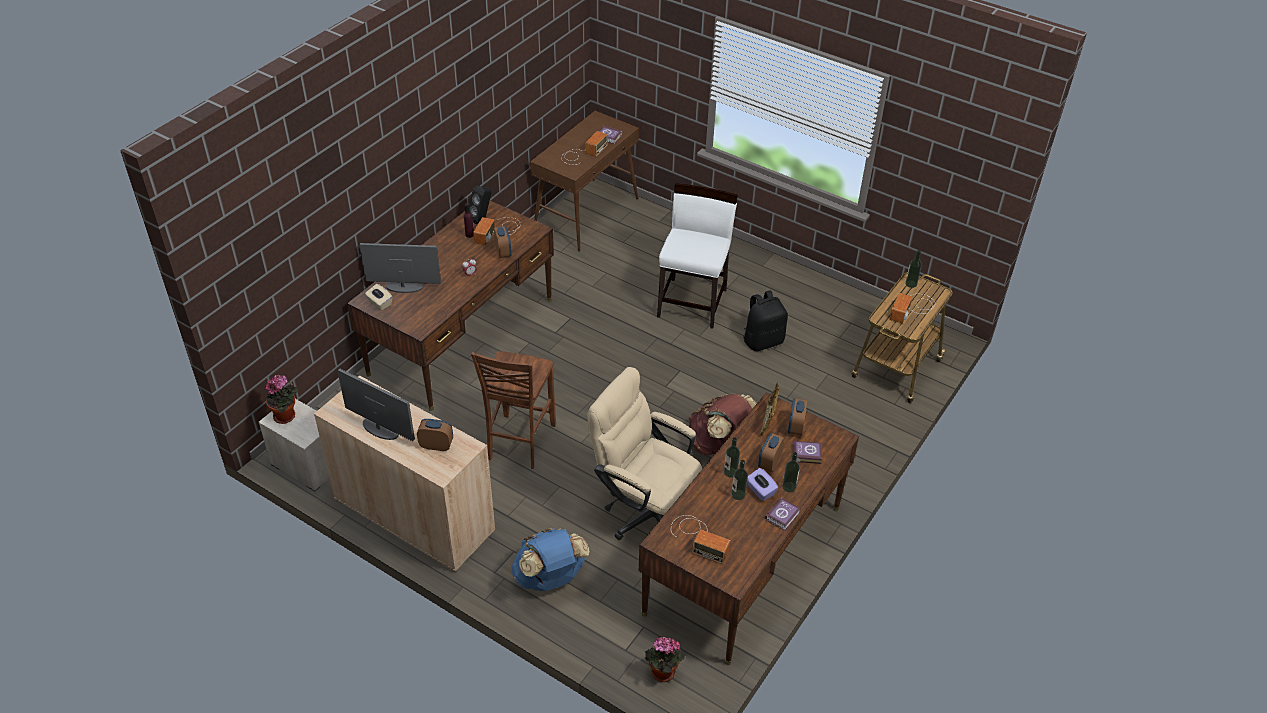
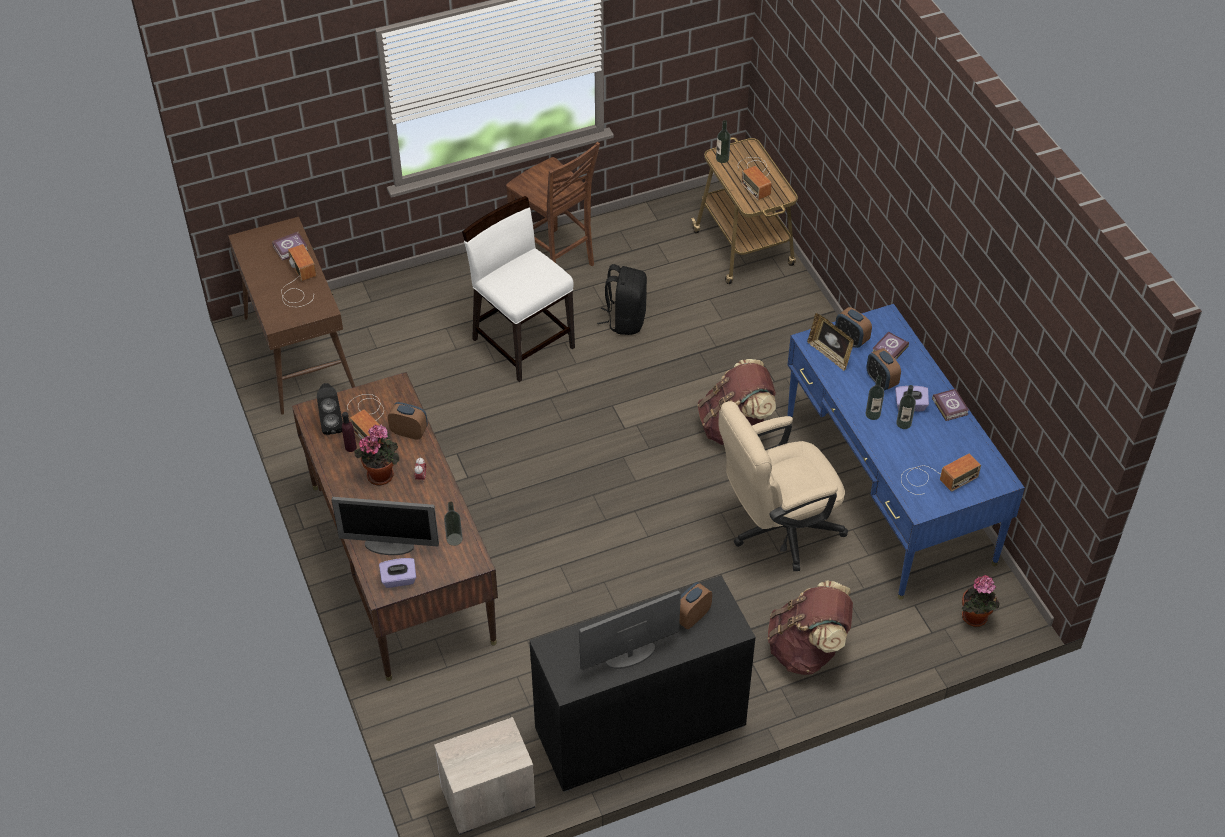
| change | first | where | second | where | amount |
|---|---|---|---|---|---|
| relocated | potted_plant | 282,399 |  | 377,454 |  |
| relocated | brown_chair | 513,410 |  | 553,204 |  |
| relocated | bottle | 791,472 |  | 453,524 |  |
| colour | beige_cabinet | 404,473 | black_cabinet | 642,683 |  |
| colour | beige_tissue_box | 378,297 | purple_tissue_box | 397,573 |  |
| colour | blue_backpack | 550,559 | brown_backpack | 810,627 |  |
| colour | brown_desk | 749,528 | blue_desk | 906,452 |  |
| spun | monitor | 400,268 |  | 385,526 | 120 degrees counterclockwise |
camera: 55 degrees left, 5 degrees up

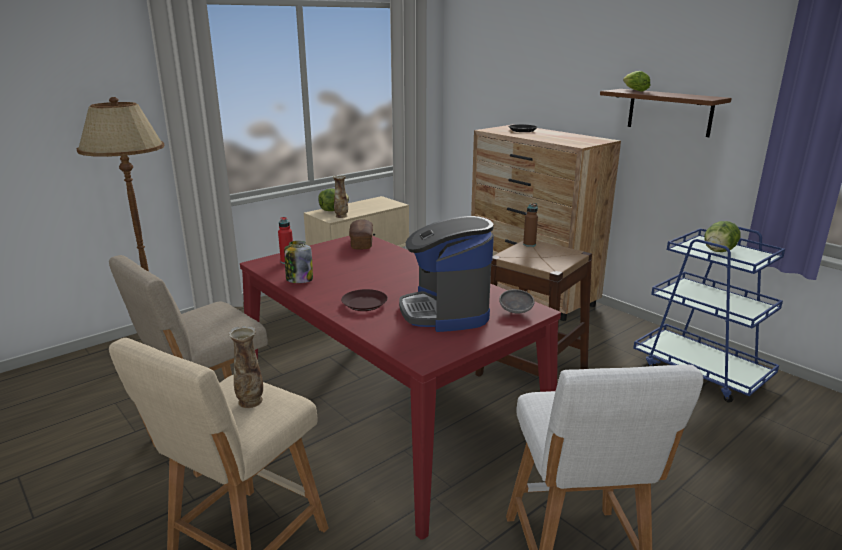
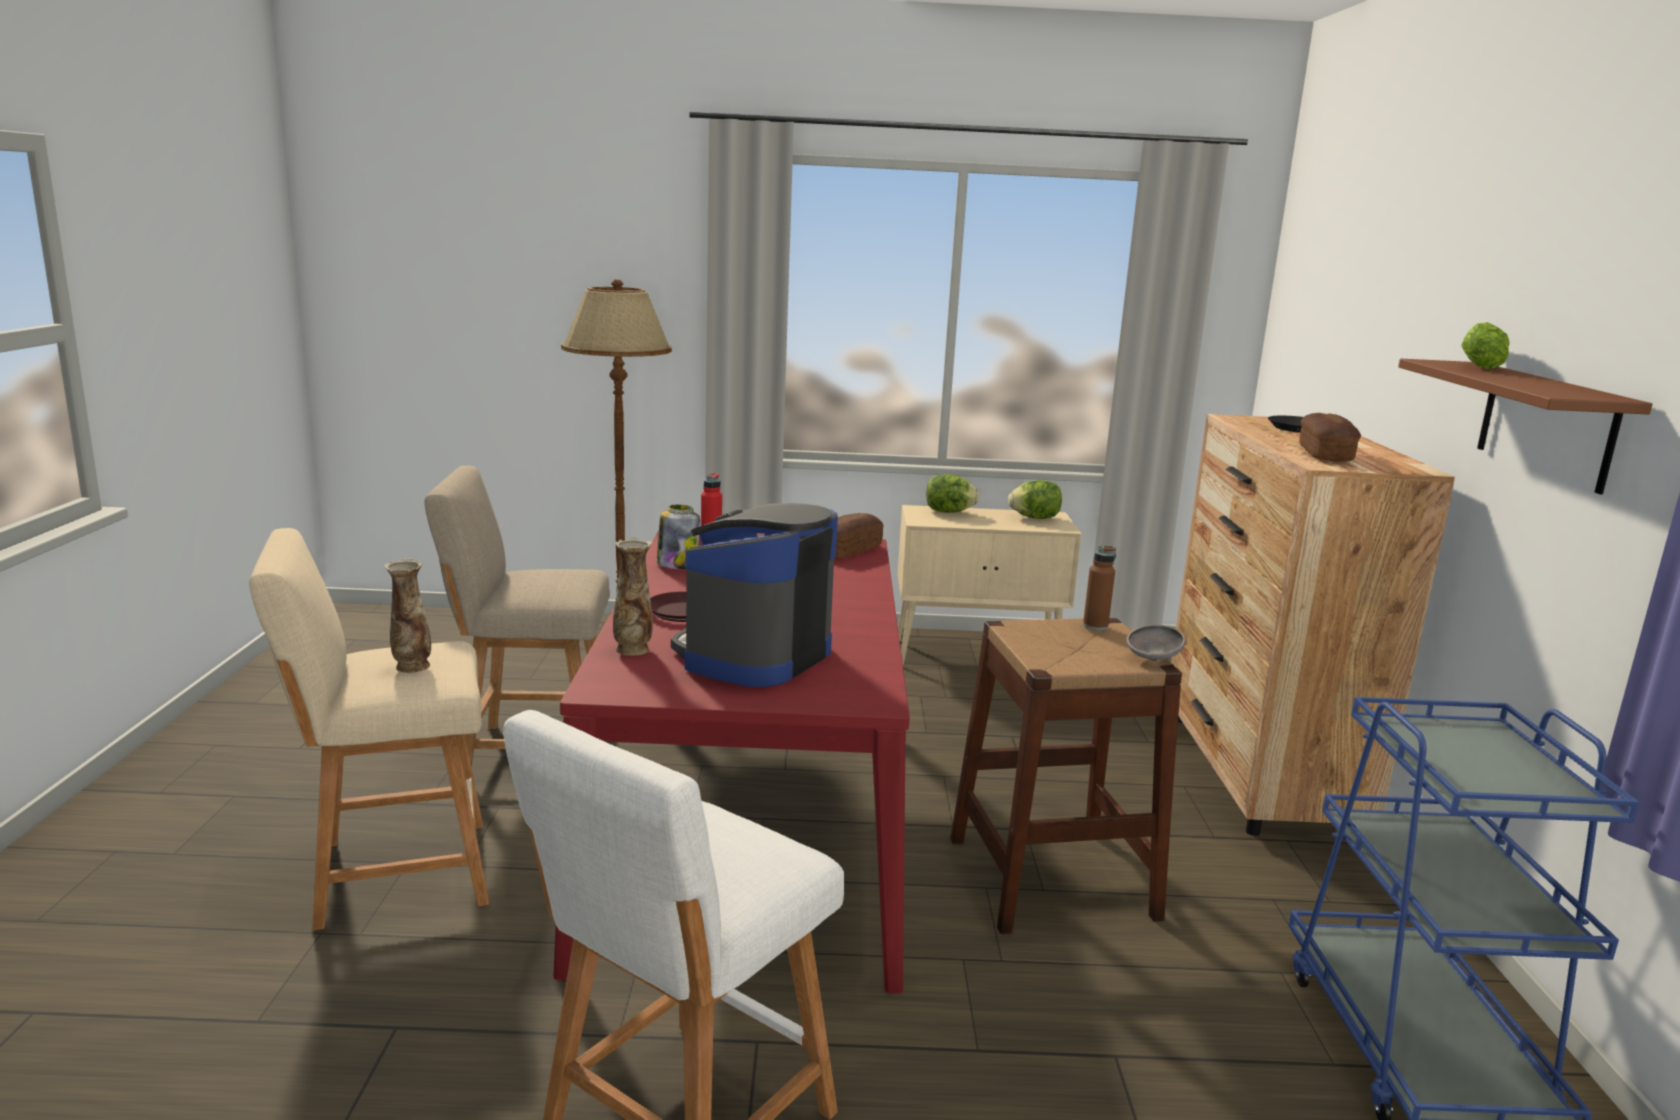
| change | first | where | second | where | amount |
|---|---|---|---|---|---|
| appeared |  |  | bread | 1330,437 |  |
| relocated | vase | 340,196 |  | 633,596 |  |
| relocated | grey_bowl | 517,301 |  | 1156,643 |  |
| relocated | lettuce | 722,236 |  | 1035,499 |  |
camera: 40 degrees right, 5 degrees down

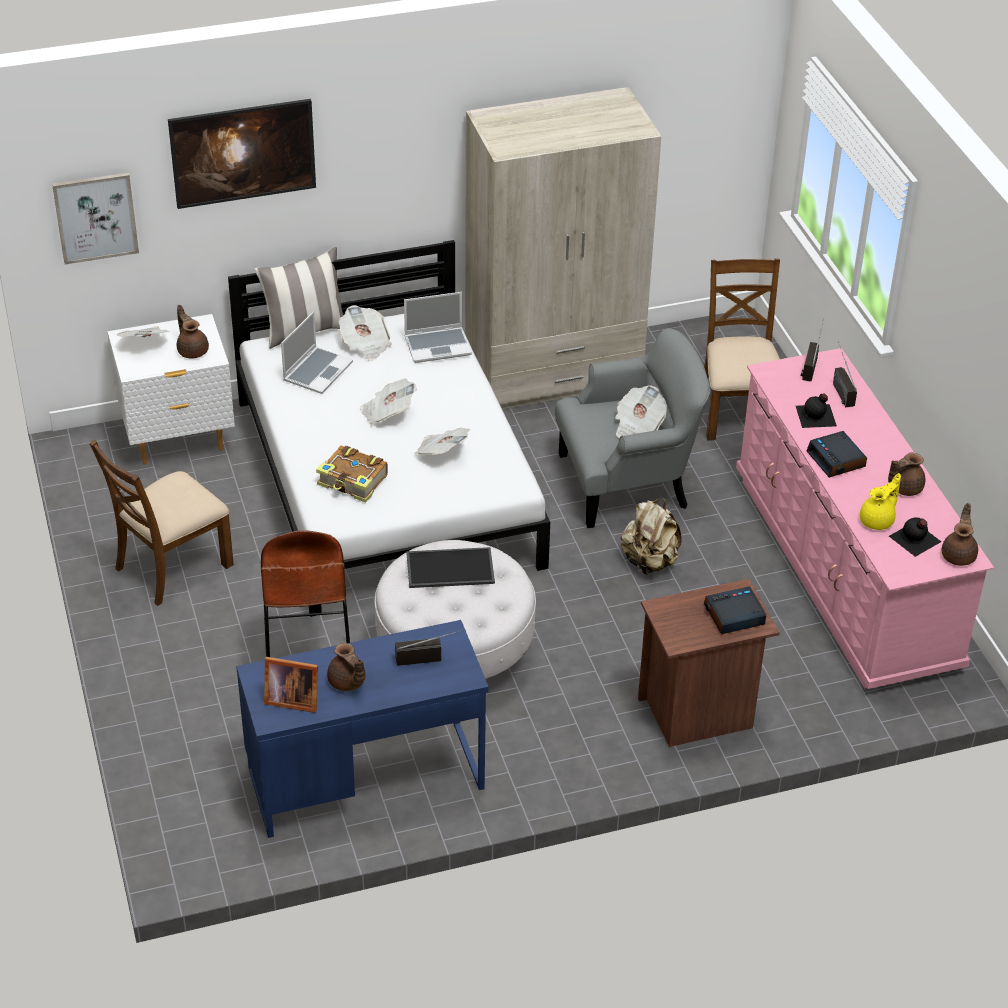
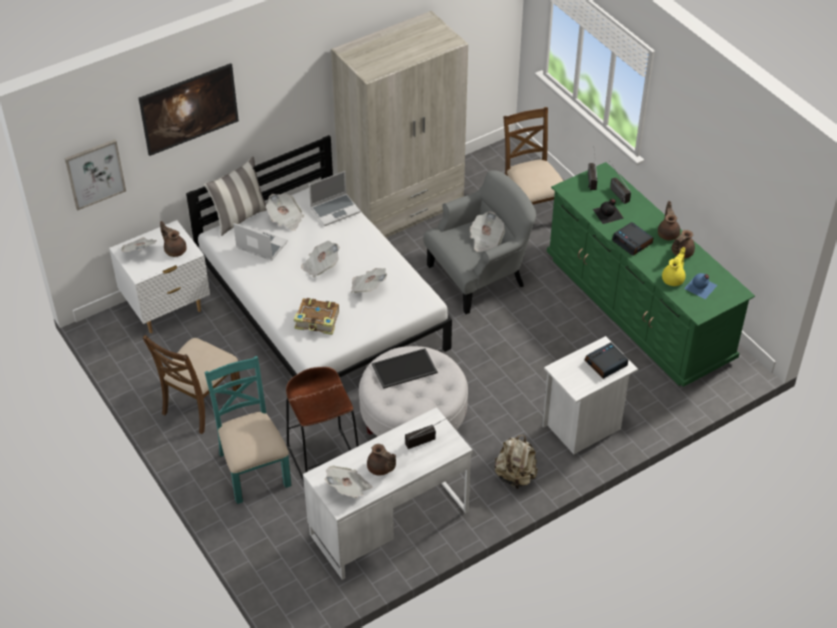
| change | first | where | second | where | amount |
|---|---|---|---|---|---|
| appeared |  |  | turquoise_chair | 248,430 |  |
| relocated | beige_backpack | 651,536 |  | 516,462 |  |
| relocated | brown_teapot | 960,534 |  | 669,221 |  |
| exchanged | picture_frame | 291,685 | newspaper | 348,482 |  |
| colour | blue_desk | 362,729 | white_desk | 388,493 |  |
| colour | brown_nightstand | 709,663 | white_nightstand | 590,395 |  |
| colour | pink_dresser | 865,518 | green_dresser | 651,274 |  |
| colour | black_bottle | 915,537 | blue_bottle | 700,286 |  |
| spun | laptop | 317,352 |  | 260,242 | 75 degrees counterclockwise |
camera: 15 degrees left, 5 degrees up

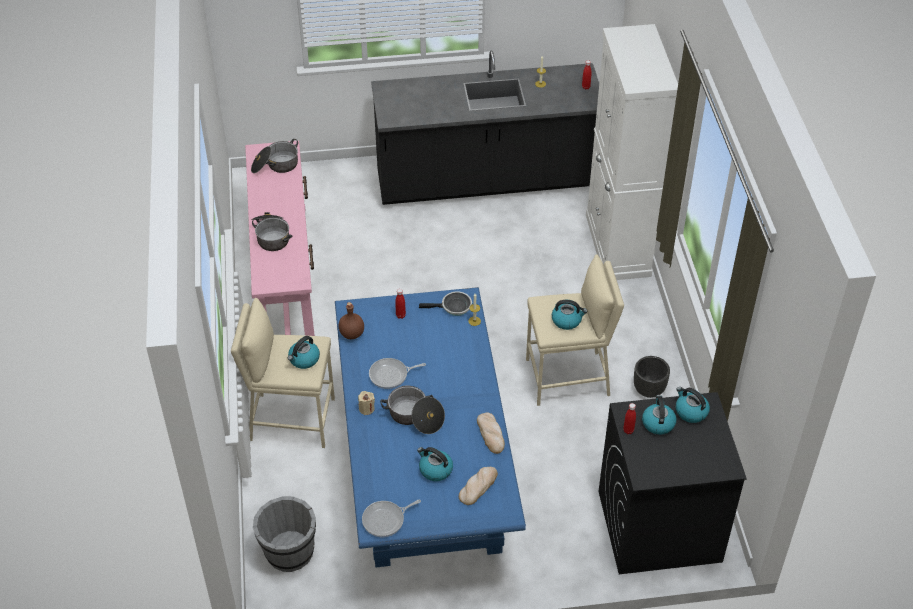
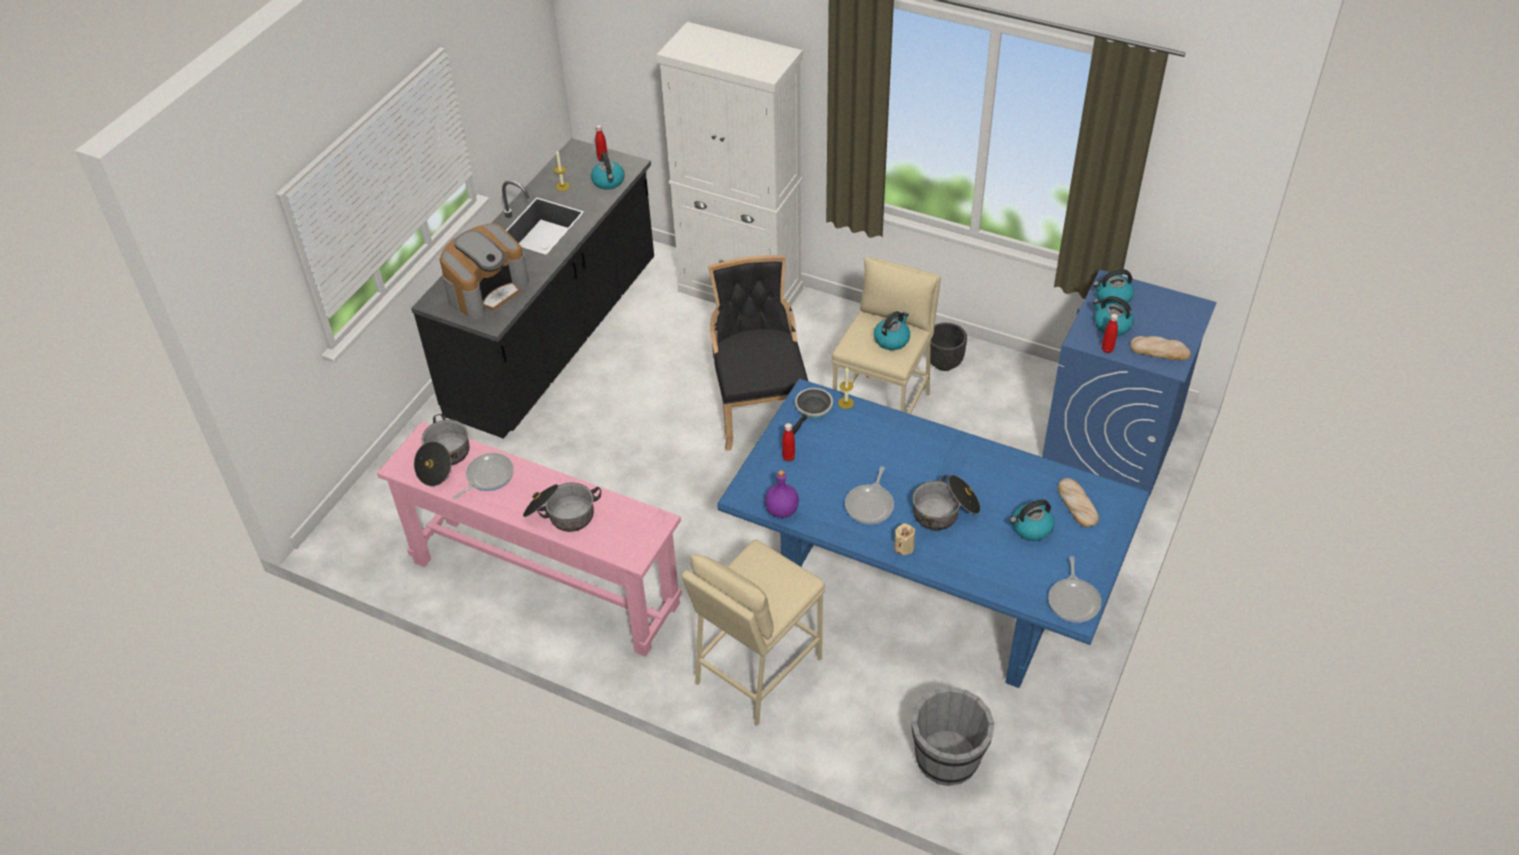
| change | first | where | second | where | amount |
|---|---|---|---|---|---|
| appeared |  |  | coffee_machine | 484,271 |  |
| appeared |  |  | frying_pan | 483,476 |  |
| appeared |  |  | black_chair | 758,353 |  |
| relocated | kettle | 304,352 |  | 608,171 |  |
| relocated | bread | 491,433 |  | 1160,348 |  |
| colour | brown_bottle | 351,320 | purple_bottle | 782,494 |  |
| colour | black_washing_machine | 673,483 | blue_washing_machine | 1129,383 |  |
camera: 55 degrees left, 0 degrees up

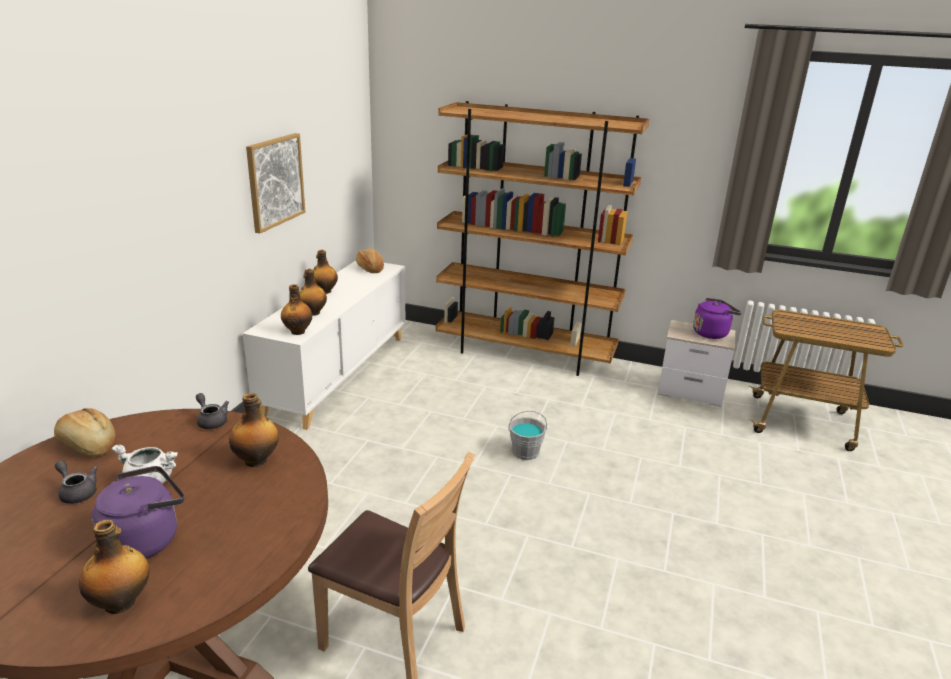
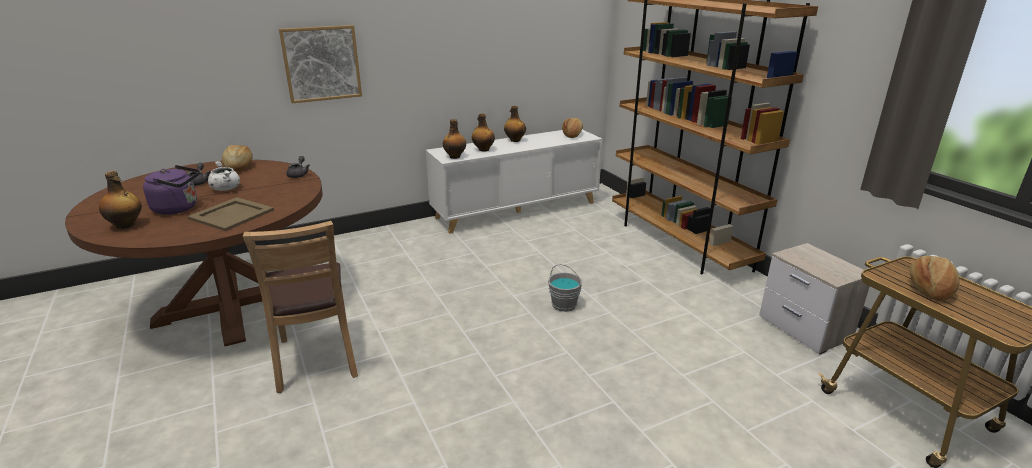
| change | first | where | second | where | amount |
|---|---|---|---|---|---|
| missing | bottle | 254,430 |  |  |  |
| missing | purple_kettle | 717,318 |  |  |  |
| appeared |  |  | beige_tray | 230,214 |  |
| appeared |  |  | bread | 935,278 |  |
| relocated | picture | 275,183 |  | 320,64 |  |
camera: 45 degrees right, 0 degrees up

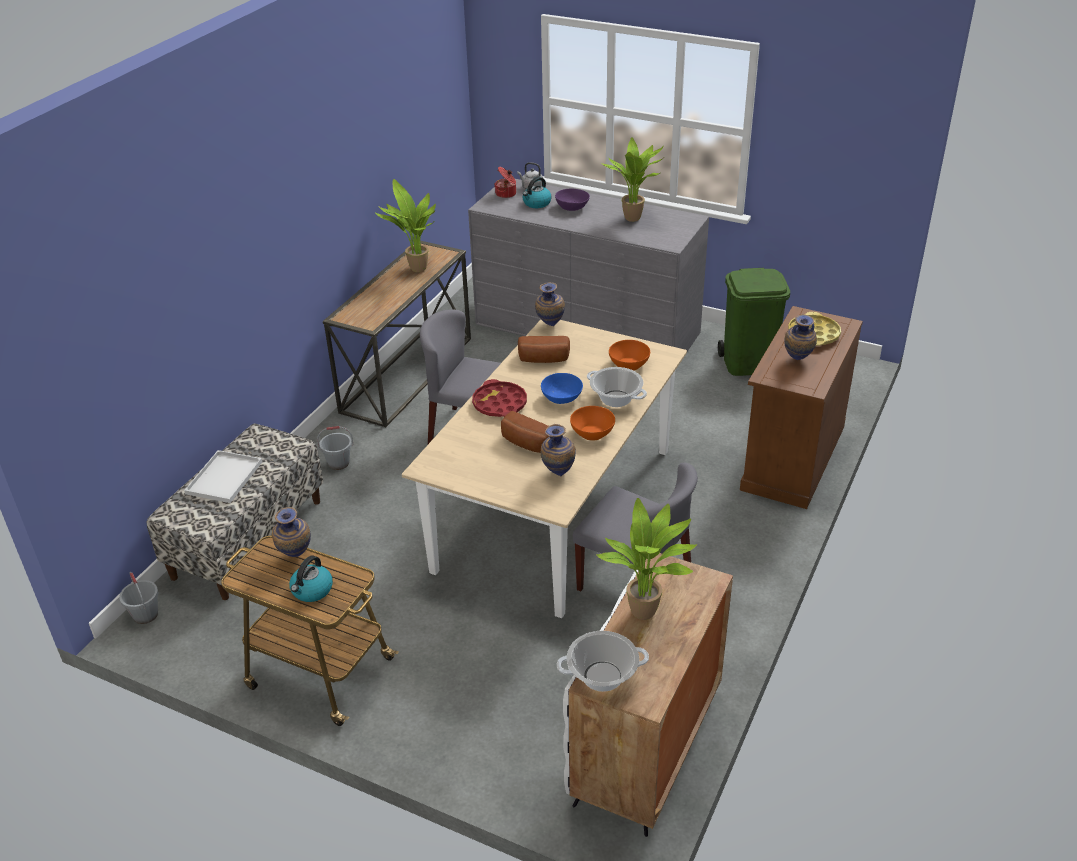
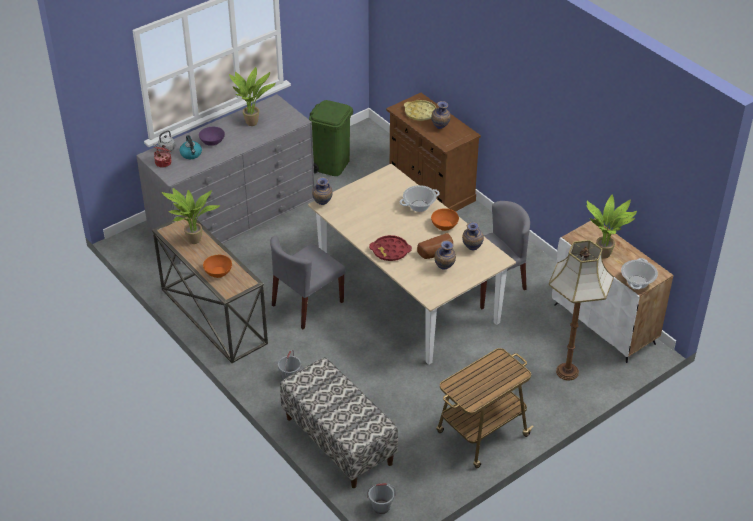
| change | first | where | second | where | amount |
|---|---|---|---|---|---|
| missing | white_tray | 223,476 |  |  |  |
| missing | kettle | 311,578 |  |  |  |
| missing | bread | 544,349 |  |  |  |
| missing | blue_bowl | 562,388 |  |  |  |
| appeared |  |  | floor_lamp | 581,310 |  |
| relocated | vase | 291,532 |  | 445,255 |  |
| relocated | orange_bowl | 629,355 |  | 217,266 |  |
camera: 65 degrees left, 5 degrees up

